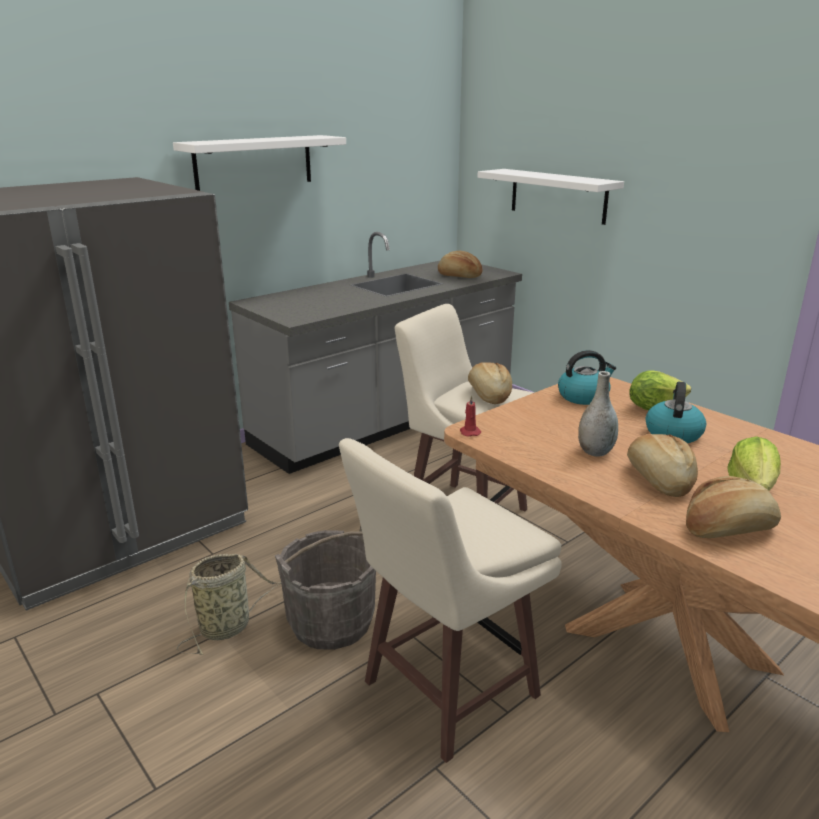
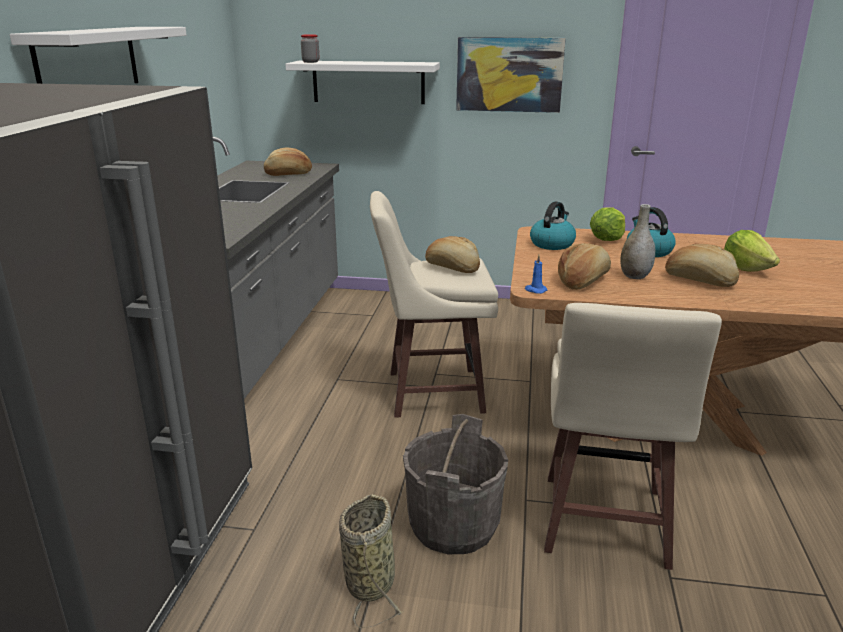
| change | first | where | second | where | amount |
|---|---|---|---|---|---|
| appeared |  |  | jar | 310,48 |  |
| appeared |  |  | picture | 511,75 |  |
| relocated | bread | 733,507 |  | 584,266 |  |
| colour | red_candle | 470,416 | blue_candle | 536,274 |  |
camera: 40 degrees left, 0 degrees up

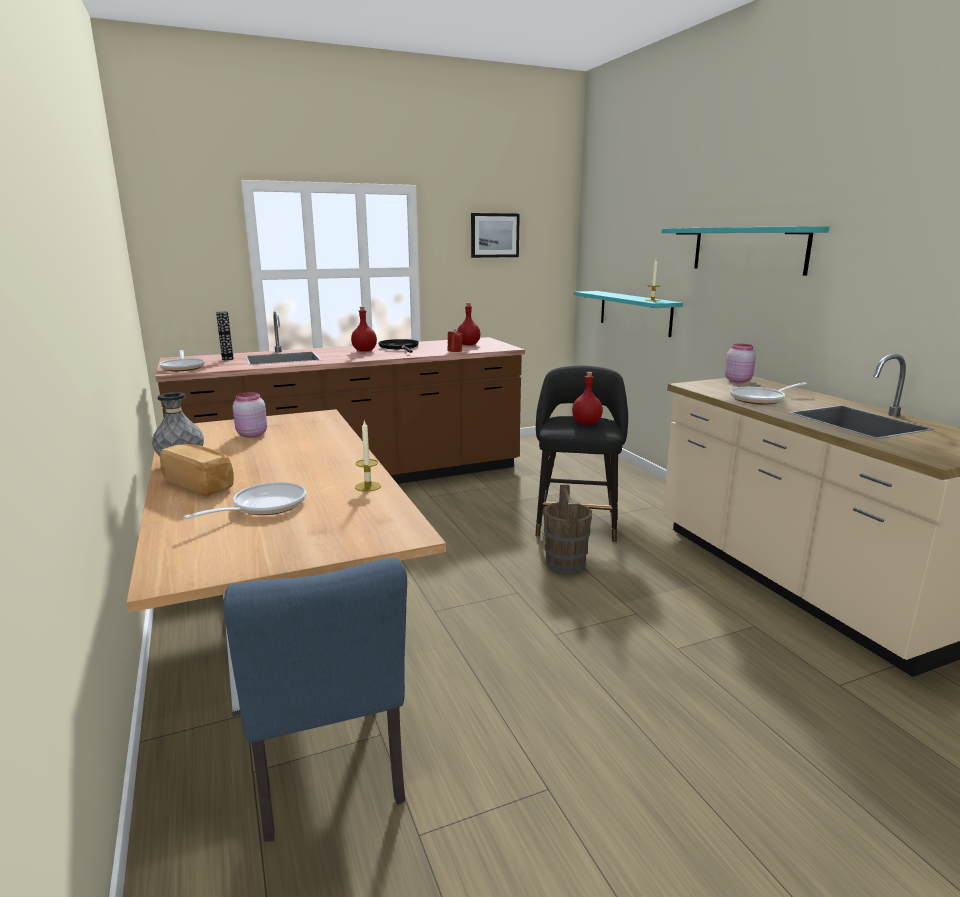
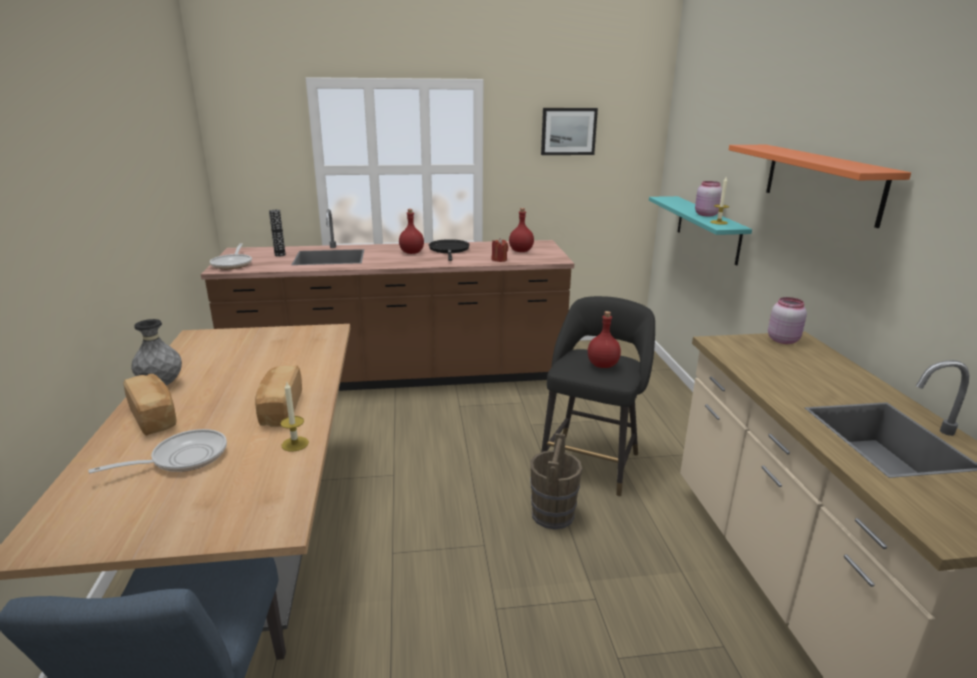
| change | first | where | second | where | amount |
|---|---|---|---|---|---|
| missing | frying_pan | 768,393 |  |  |  |
| appeared |  |  | bread | 278,396 |  |
| relocated | pink_jar | 250,414 |  | 708,198 |  |
| colour | turquoise_shelf | 745,251 | orange_shelf | 820,186 |  |
camera: 15 degrees right, 5 degrees up

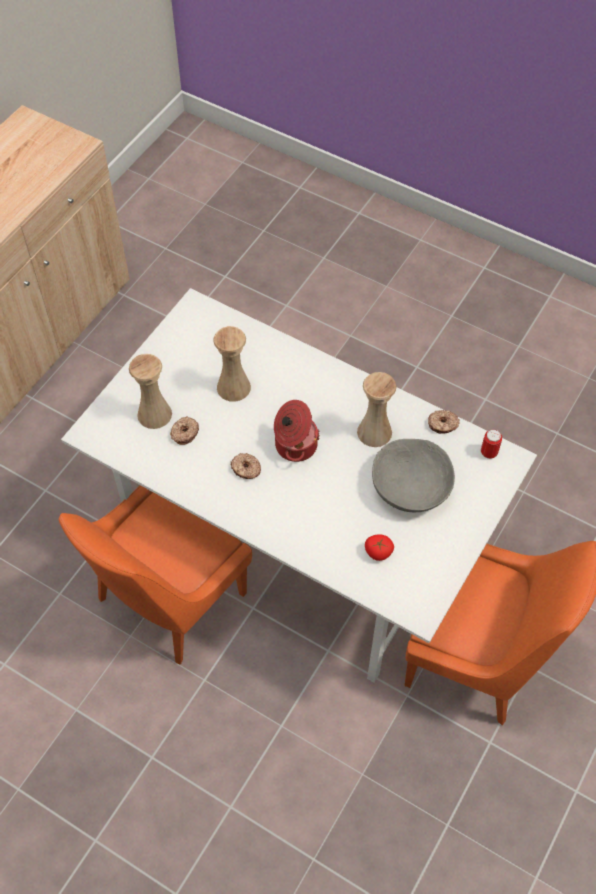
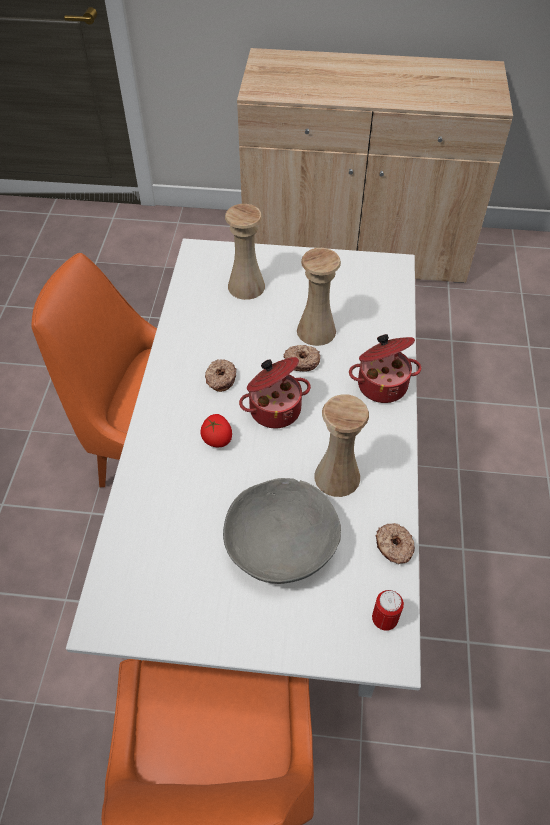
| change | first | where | second | where | amount |
|---|---|---|---|---|---|
| appeared |  |  | cooking_pot | 385,368 |  |
| relocated | donut | 184,430 |  | 301,358 |  |
| relocated | tomato | 379,547 |  | 216,430 |  |
camera: 65 degrees right, 5 degrees down

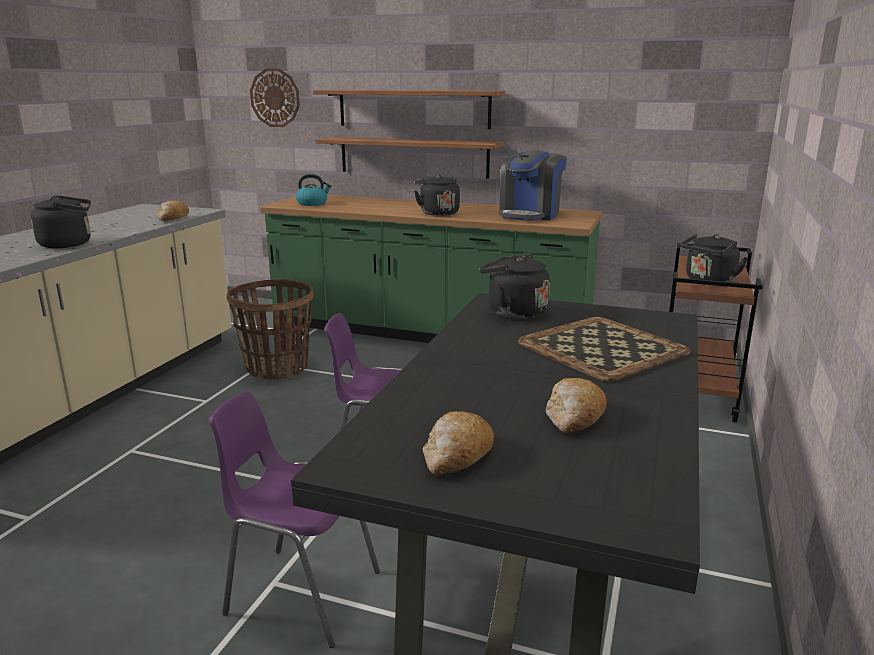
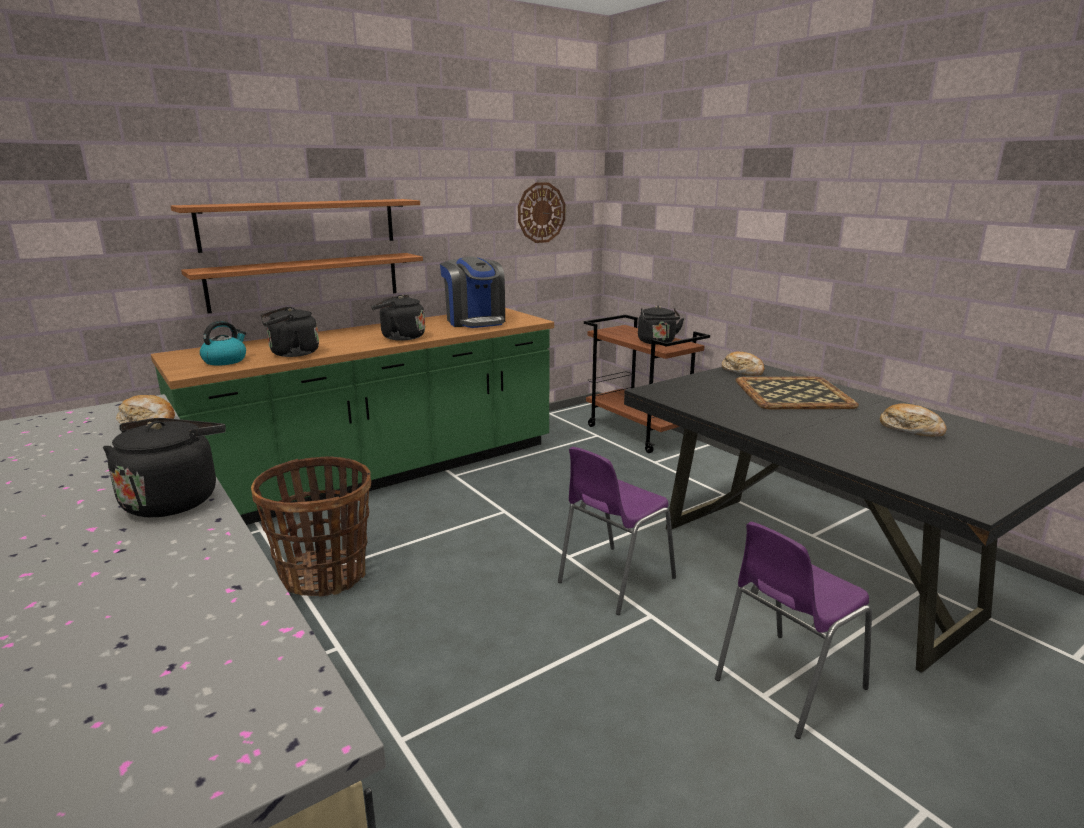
| change | first | where | second | where | amount |
|---|---|---|---|---|---|
| relocated | wall_clock | 275,98 |  | 541,212 |  |
| relocated | bread | 458,443 |  | 743,364 |  |
| relocated | black_kettle | 514,286 |  | 290,331 |  |
camera: 55 degrees left, 0 degrees up

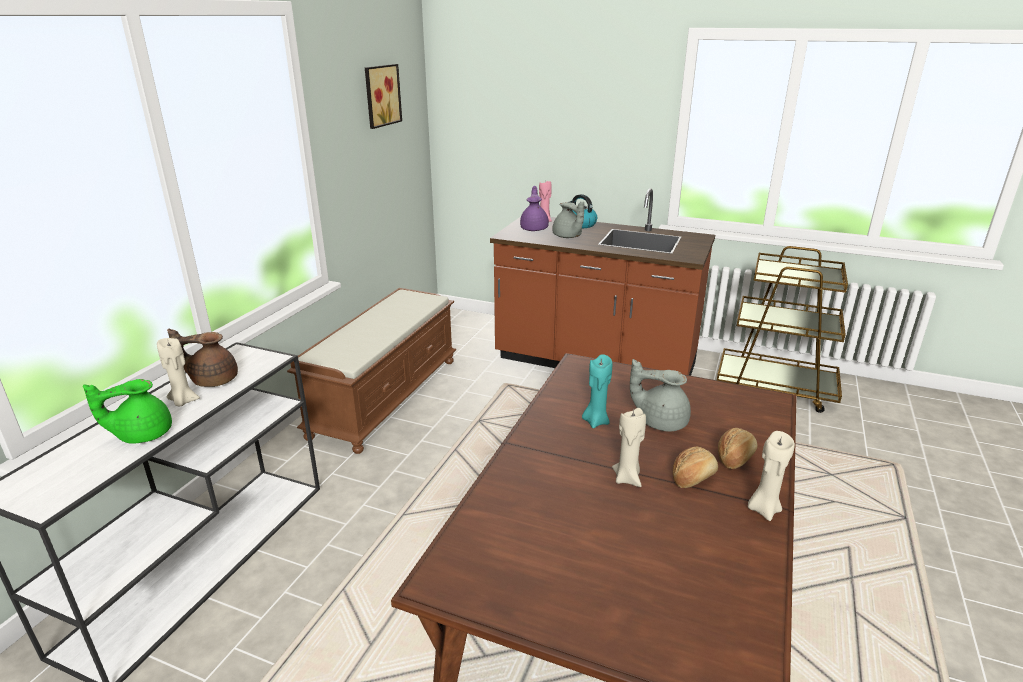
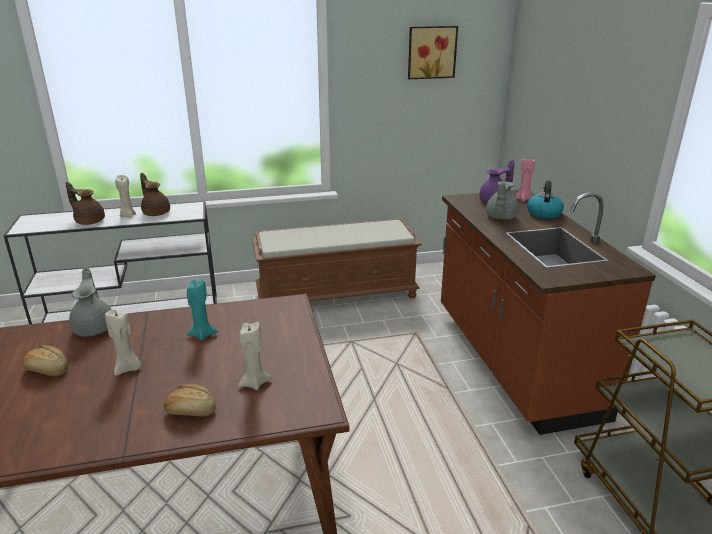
| change | first | where | second | where | amount |
|---|---|---|---|---|---|
| relocated | grey_teapot | 660,395 |  | 90,302 |  |
| relocated | bread | 695,467 |  | 45,360 |  |
| relocated | beige_candle | 771,476 |  | 255,356 |  |
| colour | green_teapot | 127,411 | brown_teapot | 85,203 |  |
camera: 55 degrees right, 0 degrees up

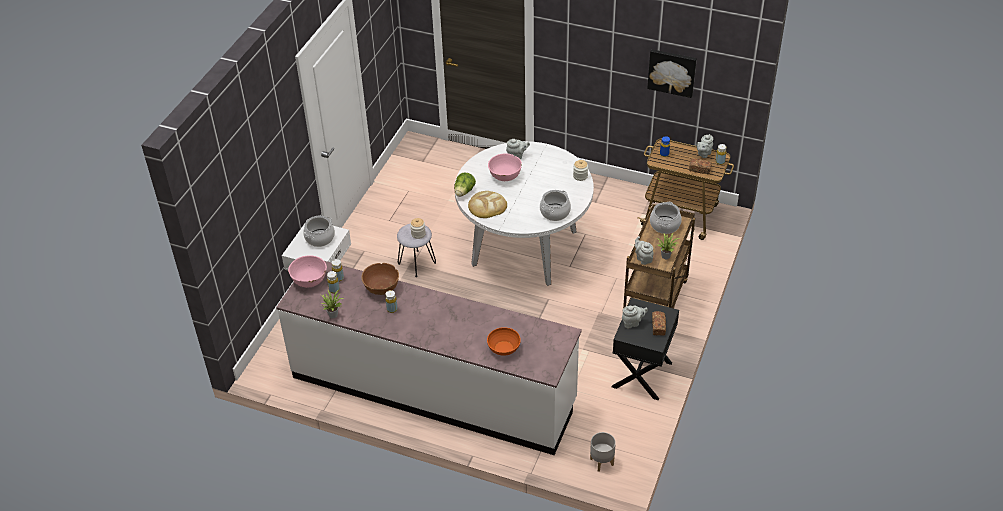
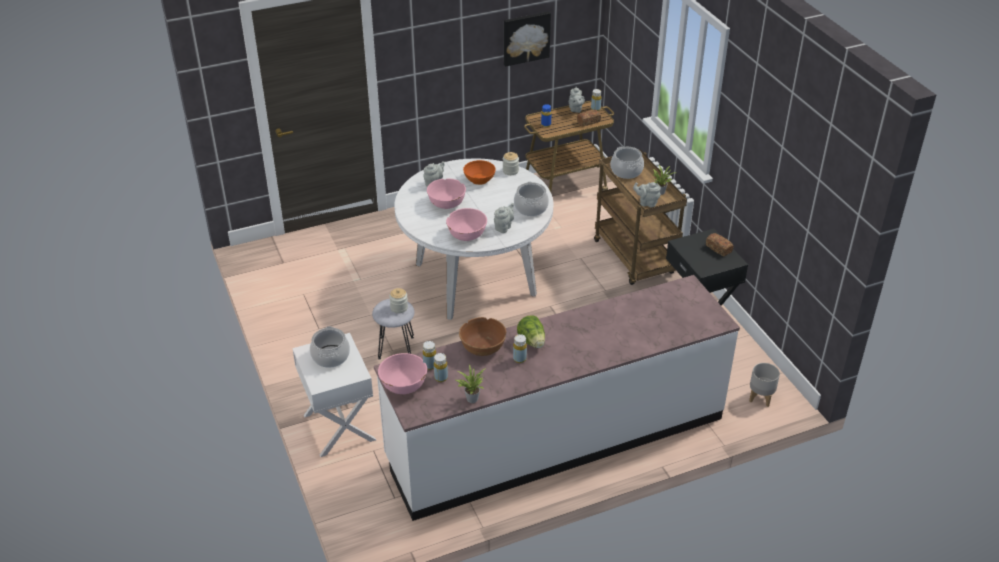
| change | first | where | second | where | amount |
|---|---|---|---|---|---|
| relocated | lettuce | 465,185 |  | 531,331 |  |
| relocated | orange_bowl | 504,341 |  | 479,172 |  |
| relocated | grey_teapot | 635,316 |  | 504,218 |  |
| exchanged | bread | 487,204 | pink_bowl | 466,224 |  |
camera: 45 degrees left, 5 degrees down

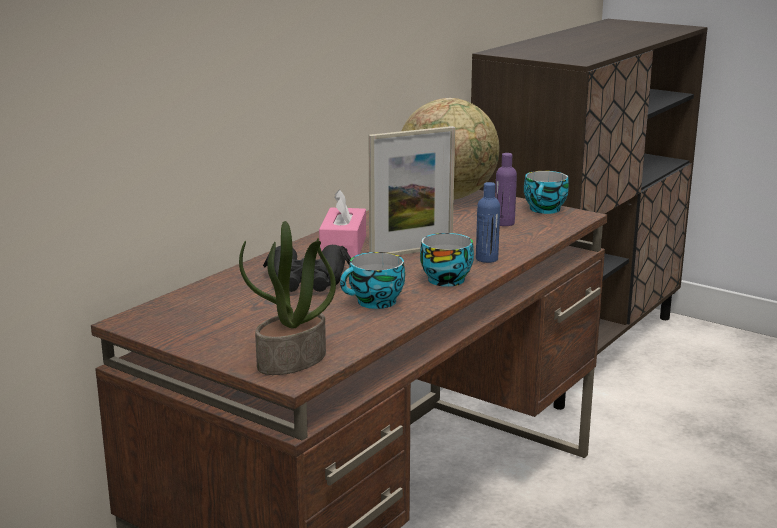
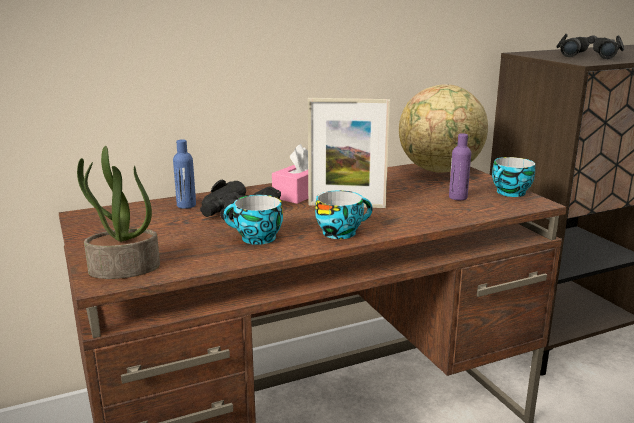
| change | first | where | second | where | amount |
|---|---|---|---|---|---|
| appeared |  |  | black_binoculars | 590,46 |  |
| relocated | blue_bottle | 488,222 |  | 184,174 |  |
camera: 30 degrees right, 0 degrees up

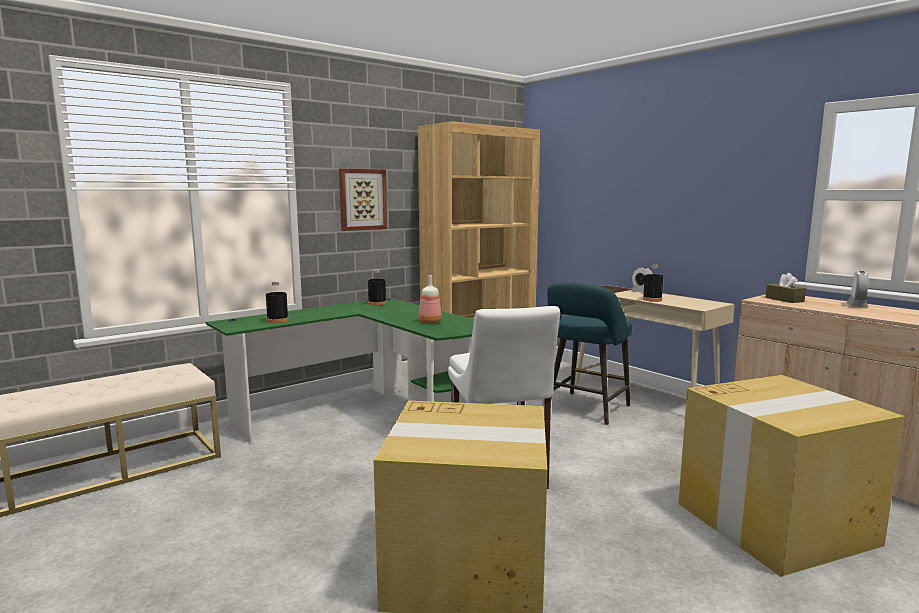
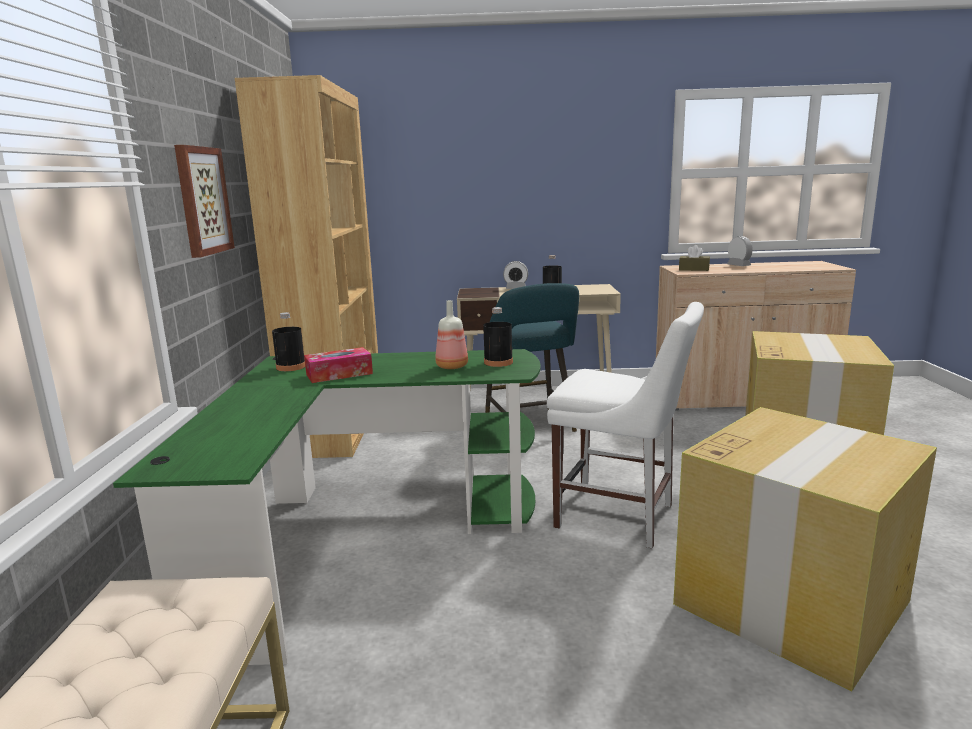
| change | first | where | second | where | amount |
|---|---|---|---|---|---|
| appeared |  |  | tissue_box | 338,365 |  |
| relocated | black_bottle | 277,302 |  | 498,337 |  |
camera: 50 degrees left, 5 degrees up

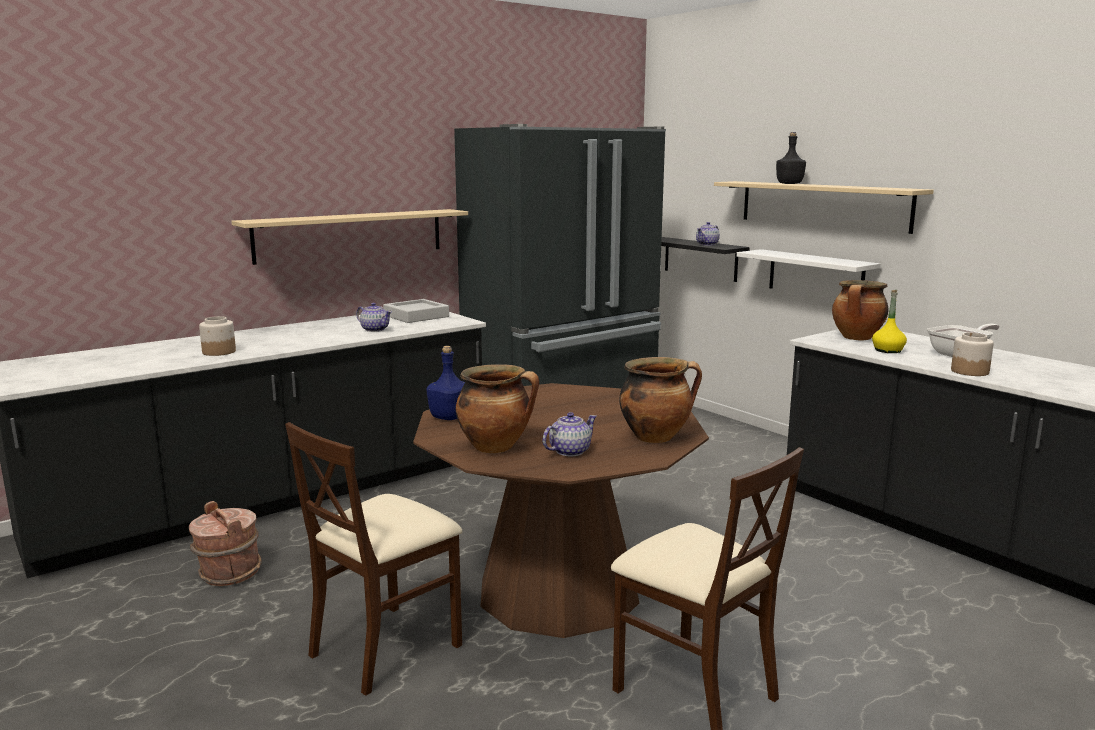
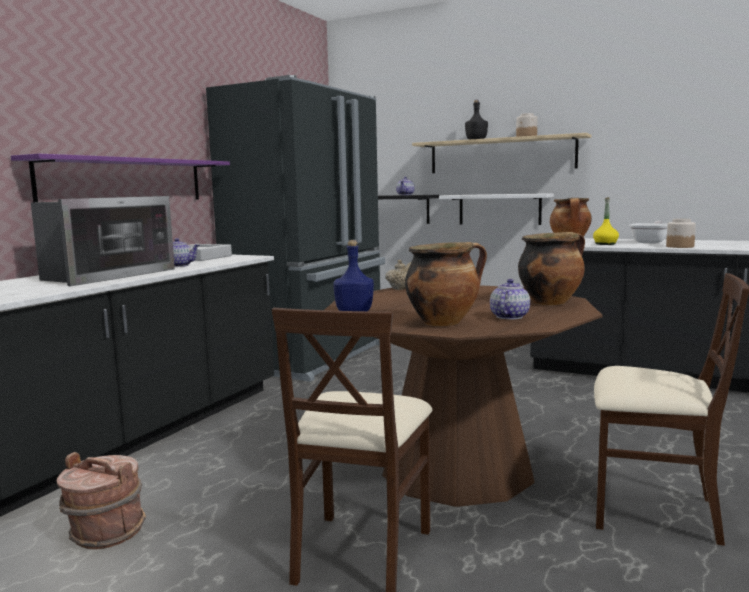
| change | first | where | second | where | amount |
|---|---|---|---|---|---|
| appeared |  |  | microwave | 103,241 |  |
| appeared |  |  | beige_teapot | 398,274 |  |
| relocated | jar | 217,336 |  | 526,125 |  |
| colour | beige_shelf | 349,237 | purple_shelf | 120,178 |  |
camera: 25 degrees left, 5 degrees down

